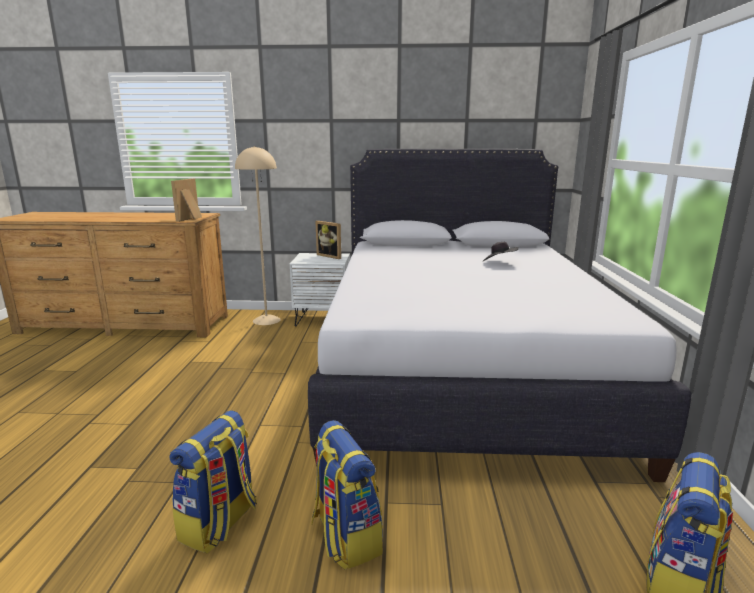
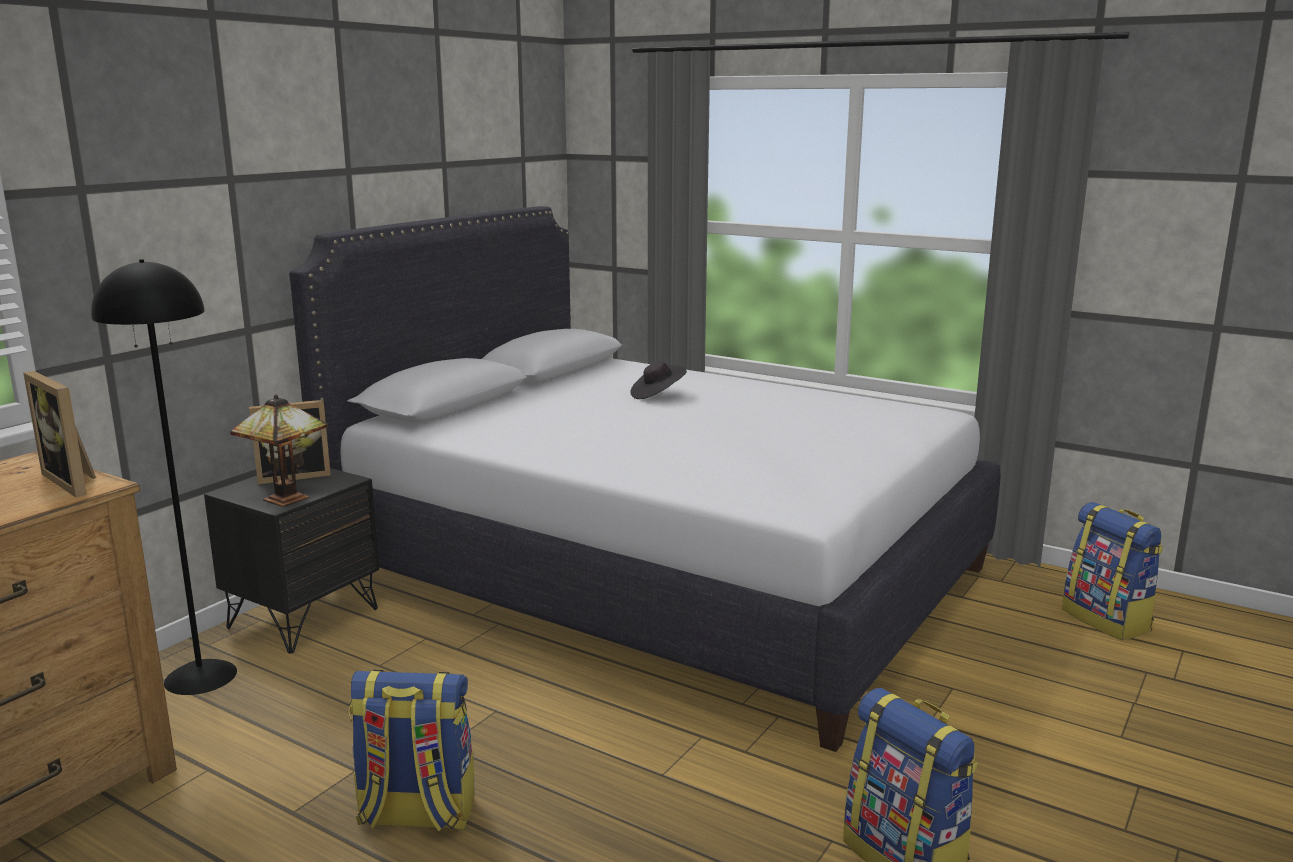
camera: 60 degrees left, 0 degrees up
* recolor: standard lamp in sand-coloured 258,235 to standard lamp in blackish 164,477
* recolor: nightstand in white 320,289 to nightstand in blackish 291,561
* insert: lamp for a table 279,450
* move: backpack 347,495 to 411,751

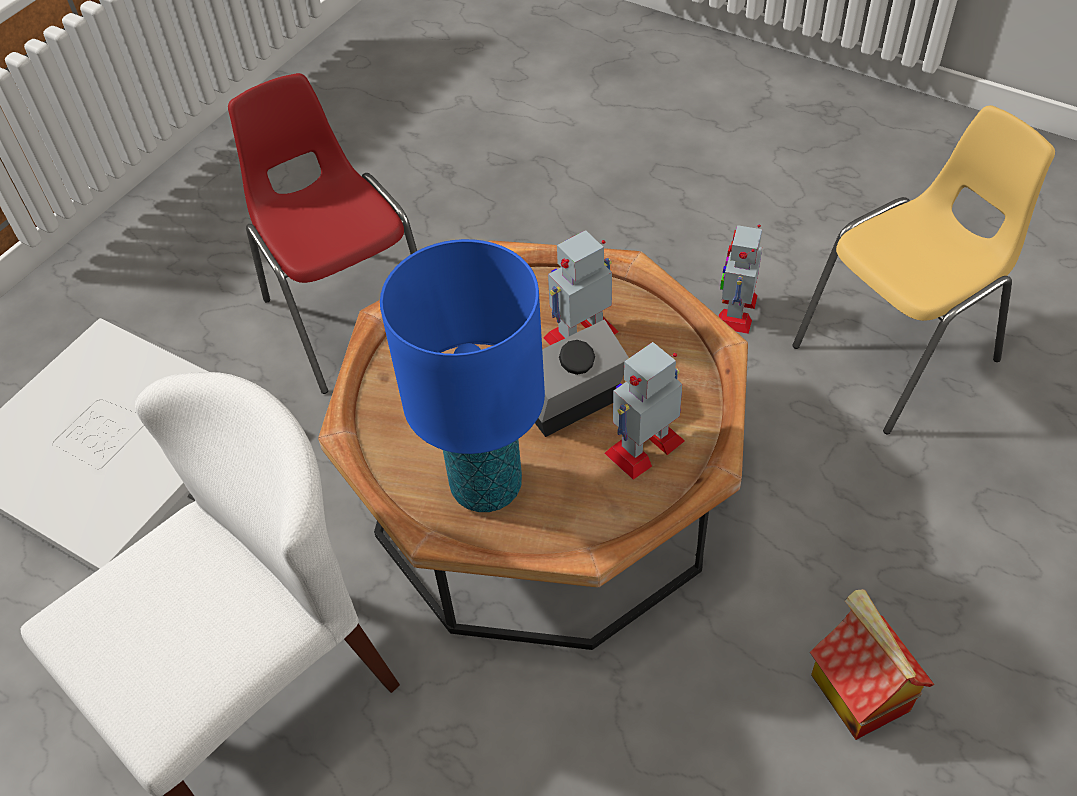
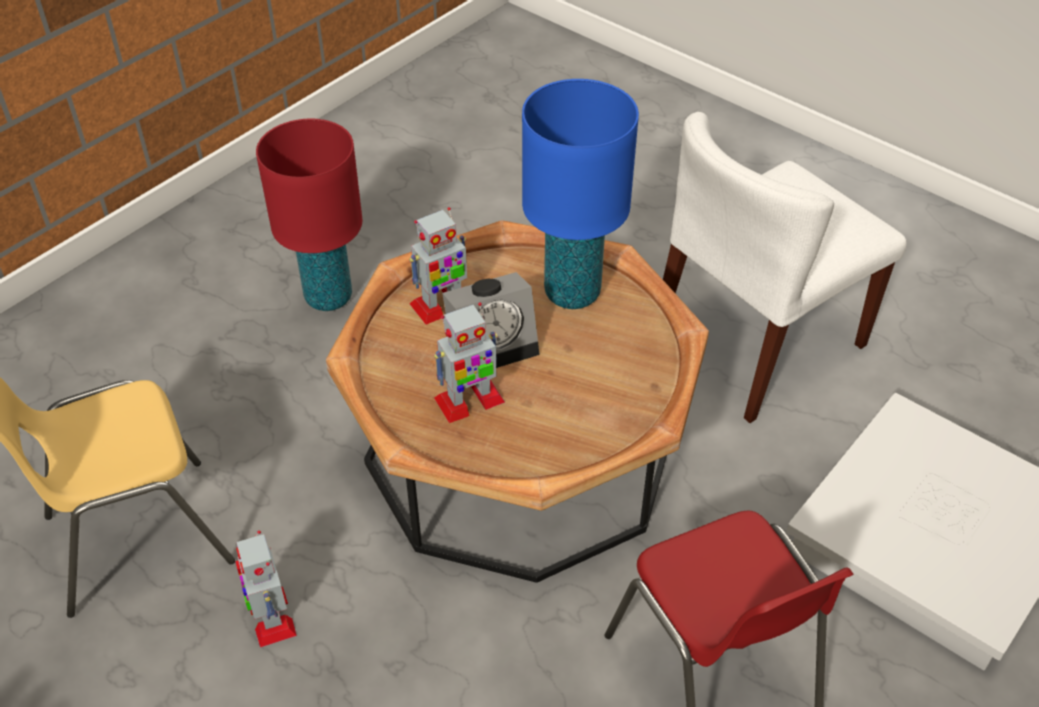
camera: 175 degrees left, 5 degrees down
* rotate: robot figure 740,279 = 266,588 135 degrees clockwise
* replace: miniature house 872,664 to lamp for a table in red 309,215

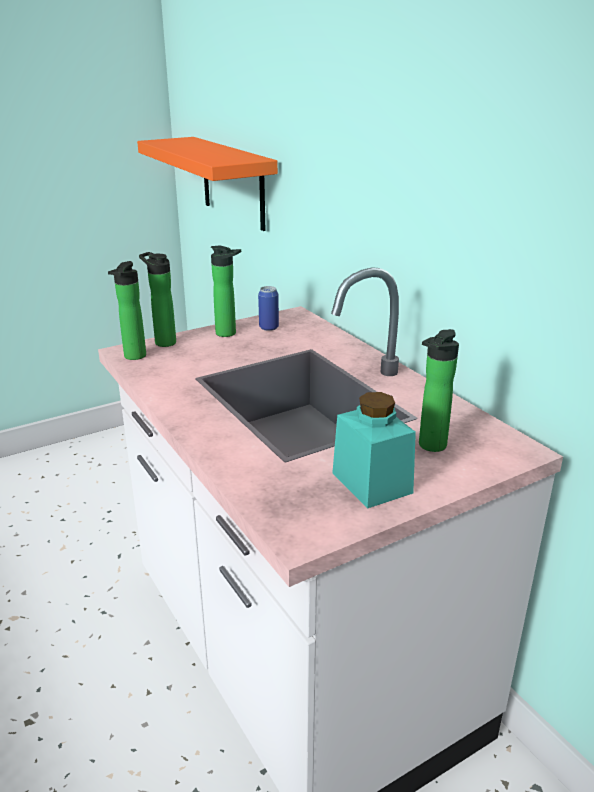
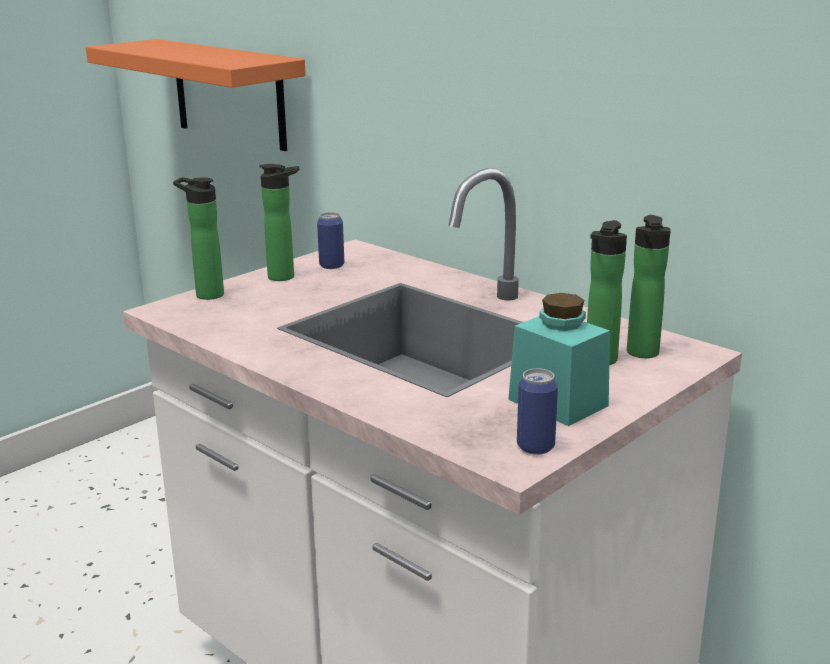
camera: 15 degrees left, 5 degrees down
* insert: can 537,411
* move: drink bottle 127,310 to 649,286

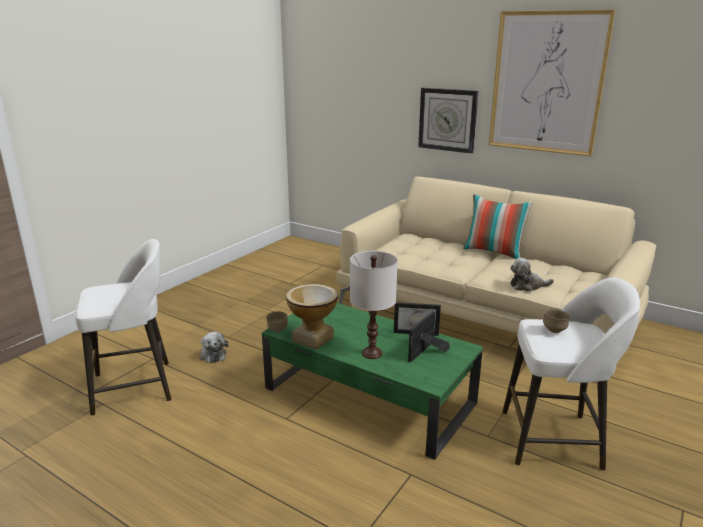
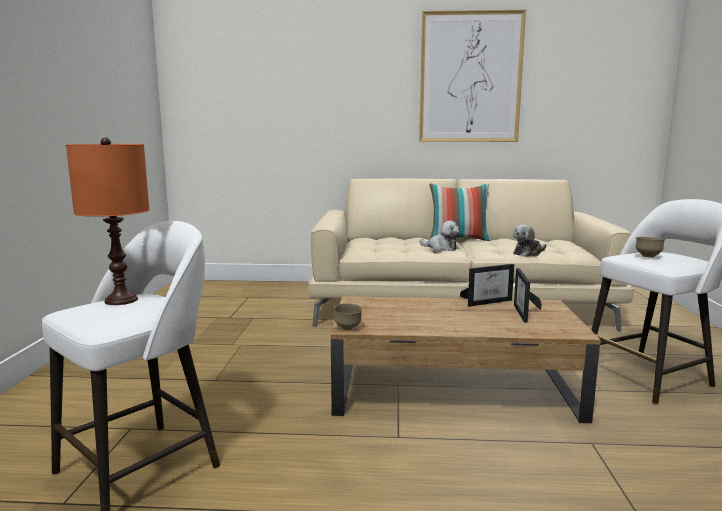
camera: 30 degrees left, 10 degrees down
* insert: lamp for a table in orange 108,221
* recolor: lounge table in green-coloured 372,381 to lounge table in brown 465,359
* move: plush toy 214,347 to 440,236
* delete: flower vase 312,317
* delete: lamp for a table in white 374,305
* delete: clock on the wall 448,121

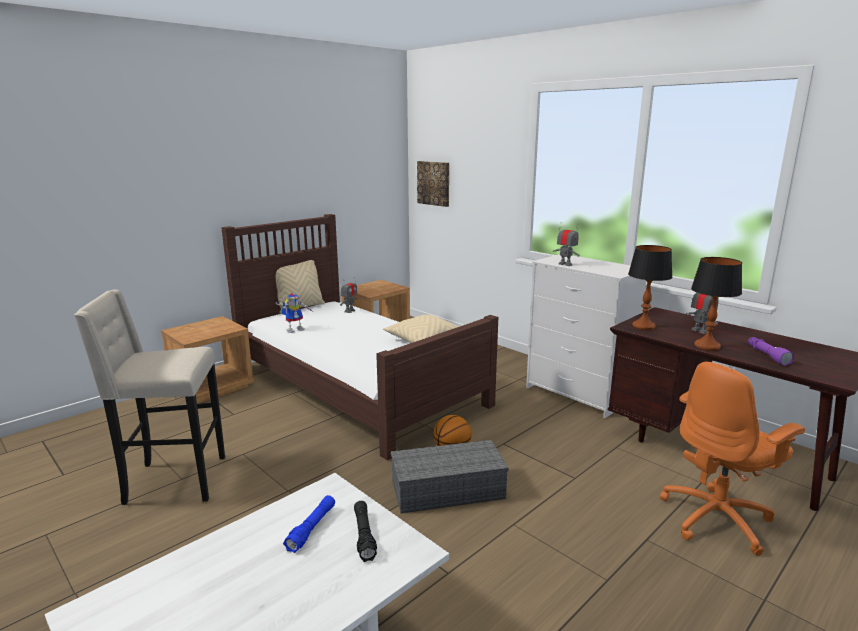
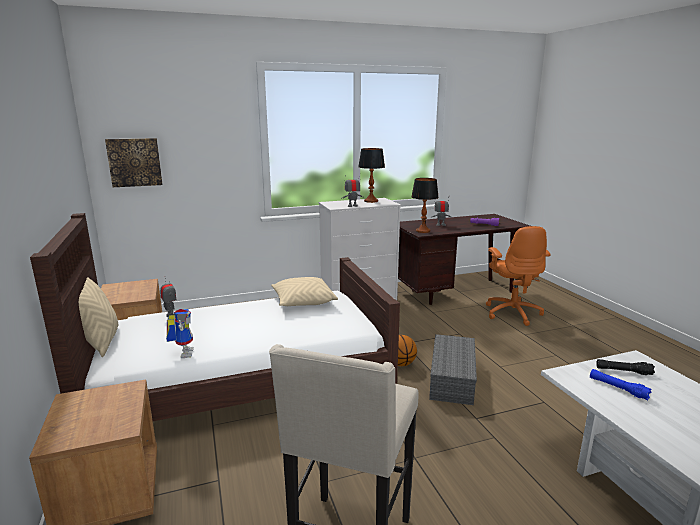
camera: 65 degrees left, 0 degrees up
* move: lamp for a table 716,304 to 372,175

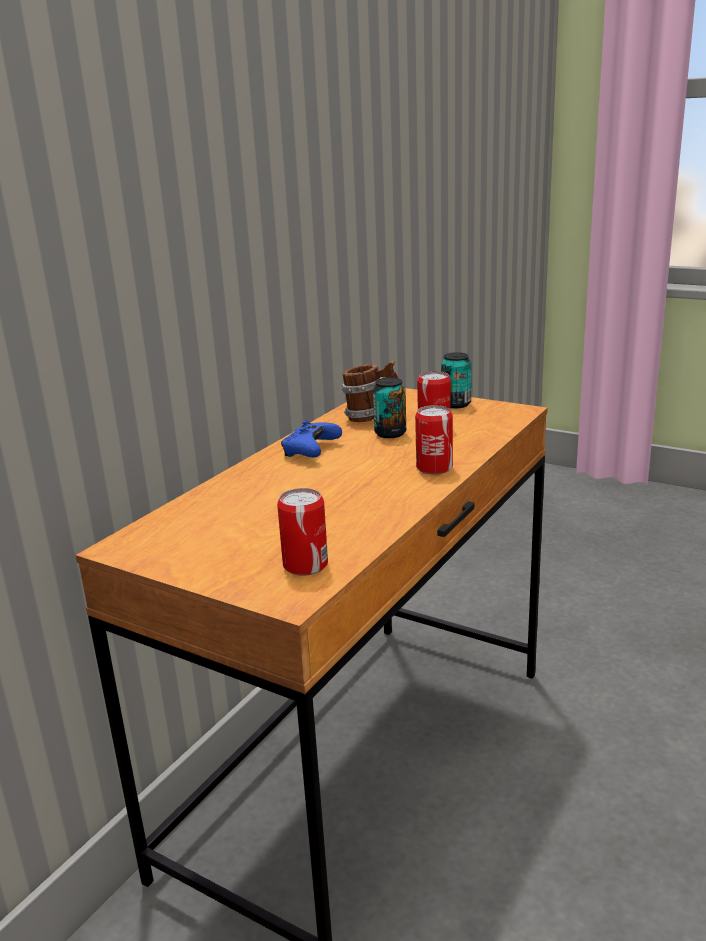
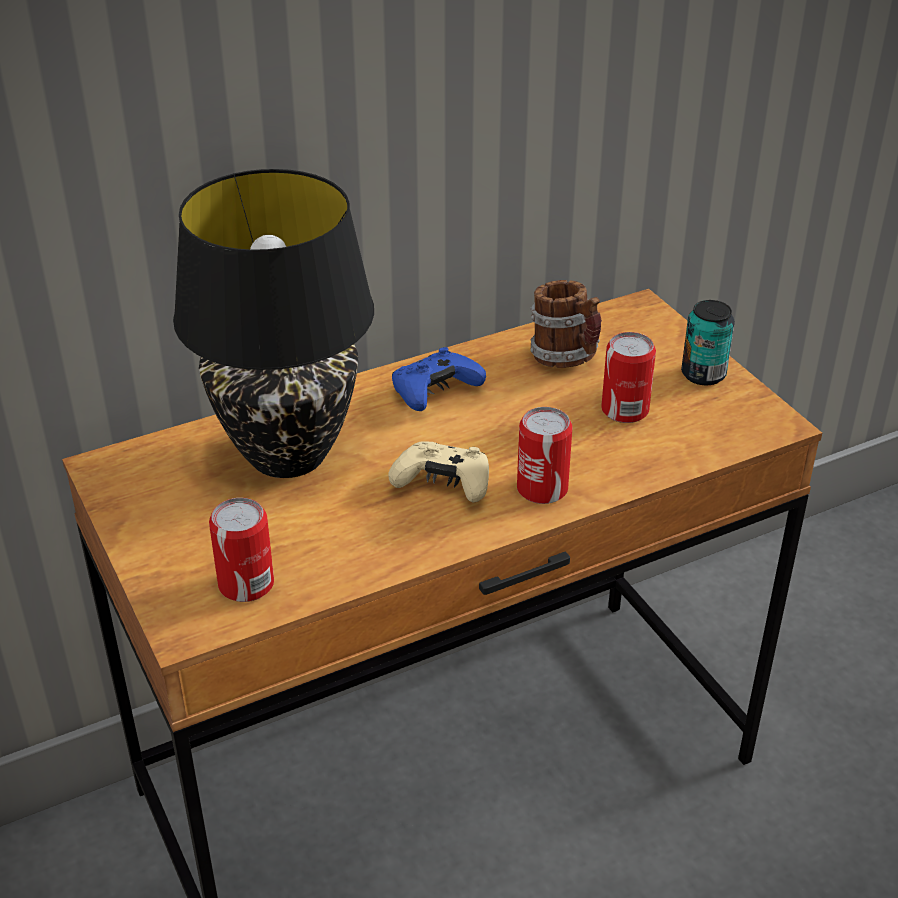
camera: 30 degrees right, 15 degrees up
* insert: lamp for a table in blackish 273,323
* insert: gamepad in sand-coloured 438,472
* delete: can 389,407

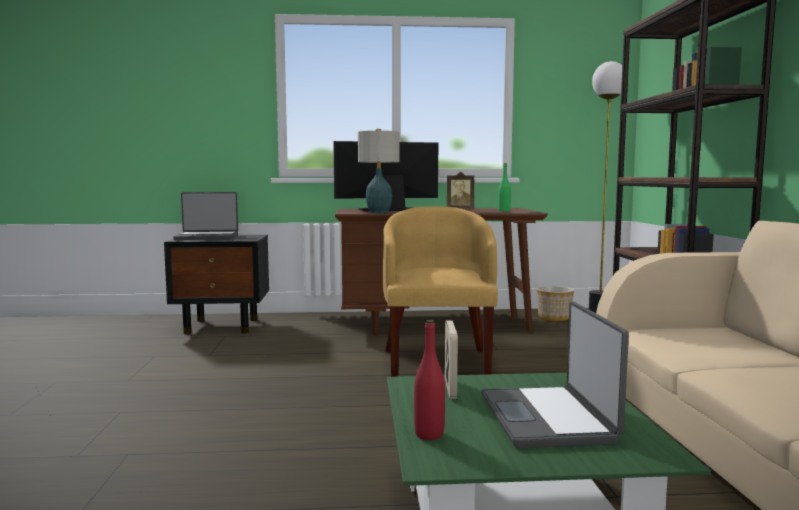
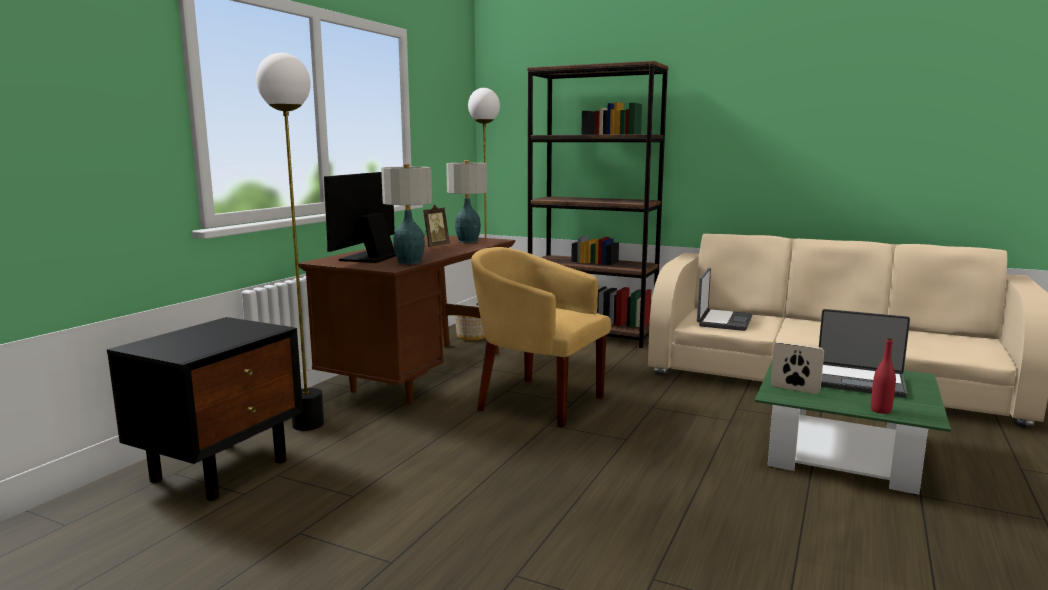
camera: 60 degrees left, 5 degrees up
* insert: standard lamp 290,242
* replace: drink bottle in green-coloured 504,187 to lamp for a table 466,201
* move: portable computer 205,216 to 725,299

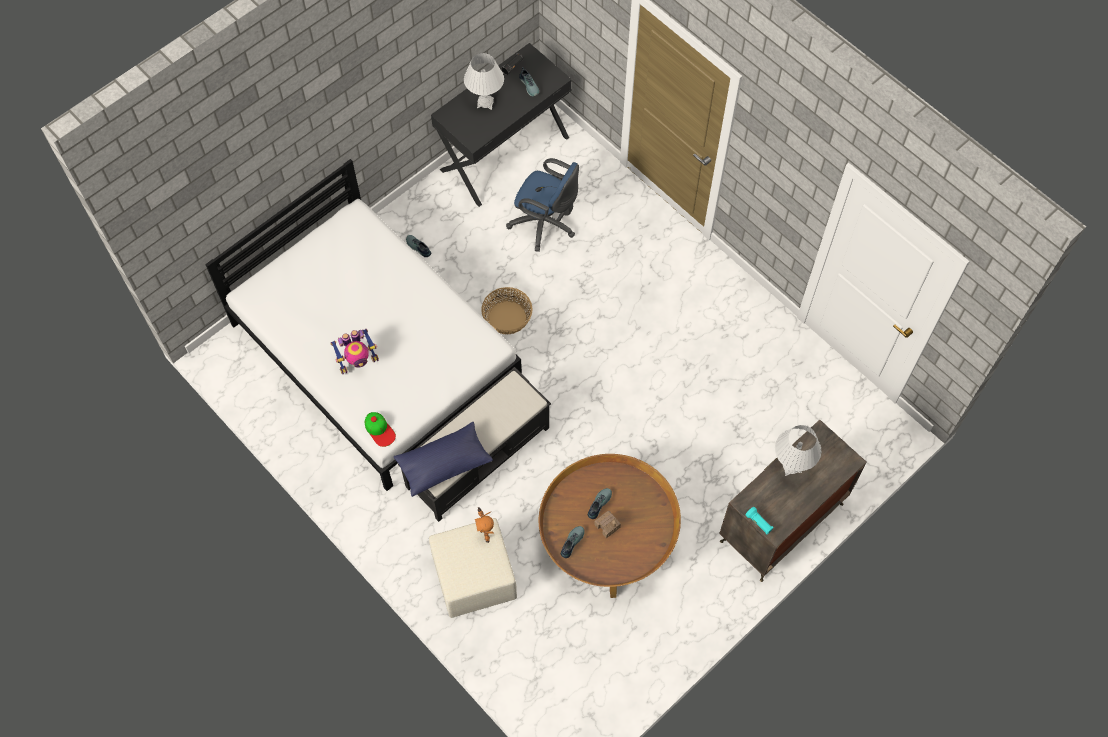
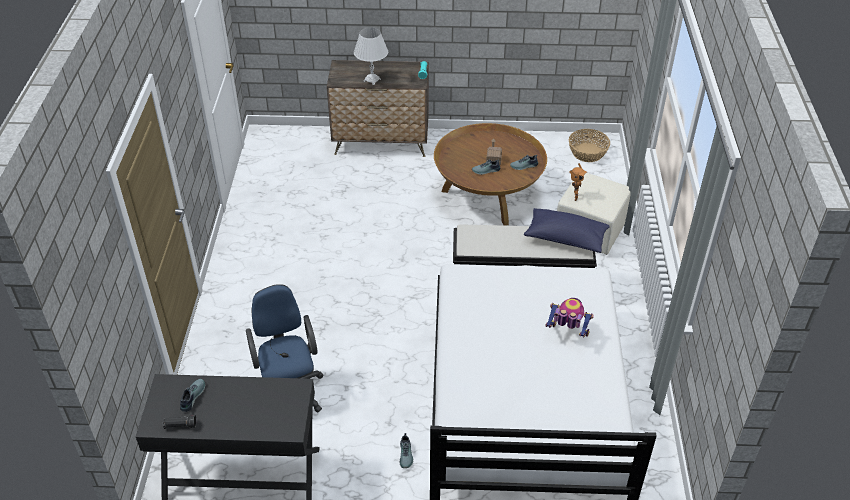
camera: 135 degrees left, 20 degrees down
* move: household basket 506,310 to 589,145
* delete: peaked cap 380,429
* delete: lamp for a table in white 484,81

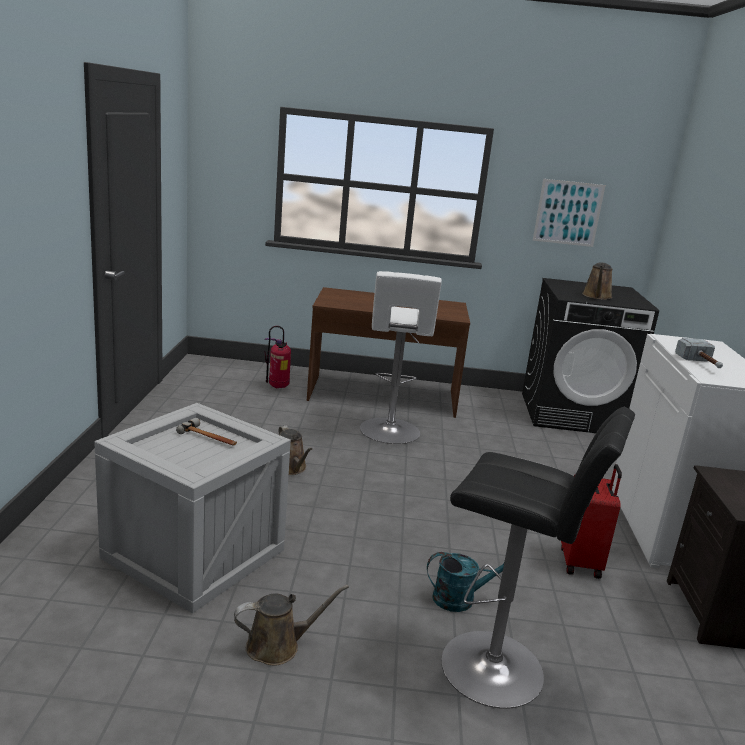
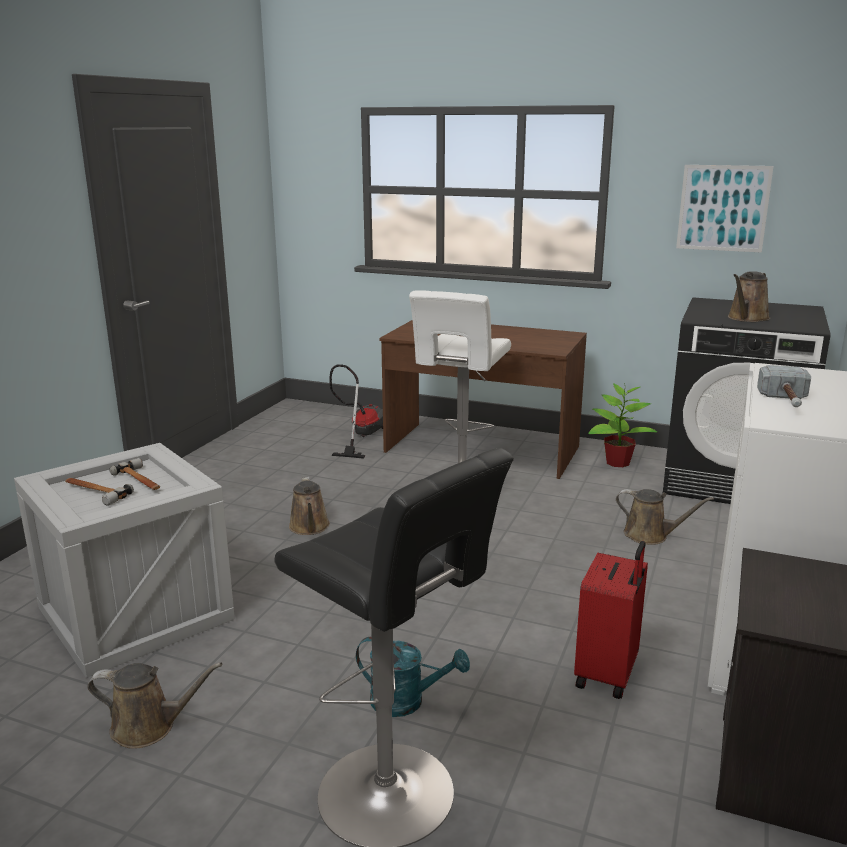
camera: 20 degrees right, 0 degrees up
* insert: hand hammer 99,492
* replace: fire-fighting cylinder 277,357 to vacuum cleaner 356,411
* insert: plant in a pot 622,425
* insert: watering pot in brown 665,517

